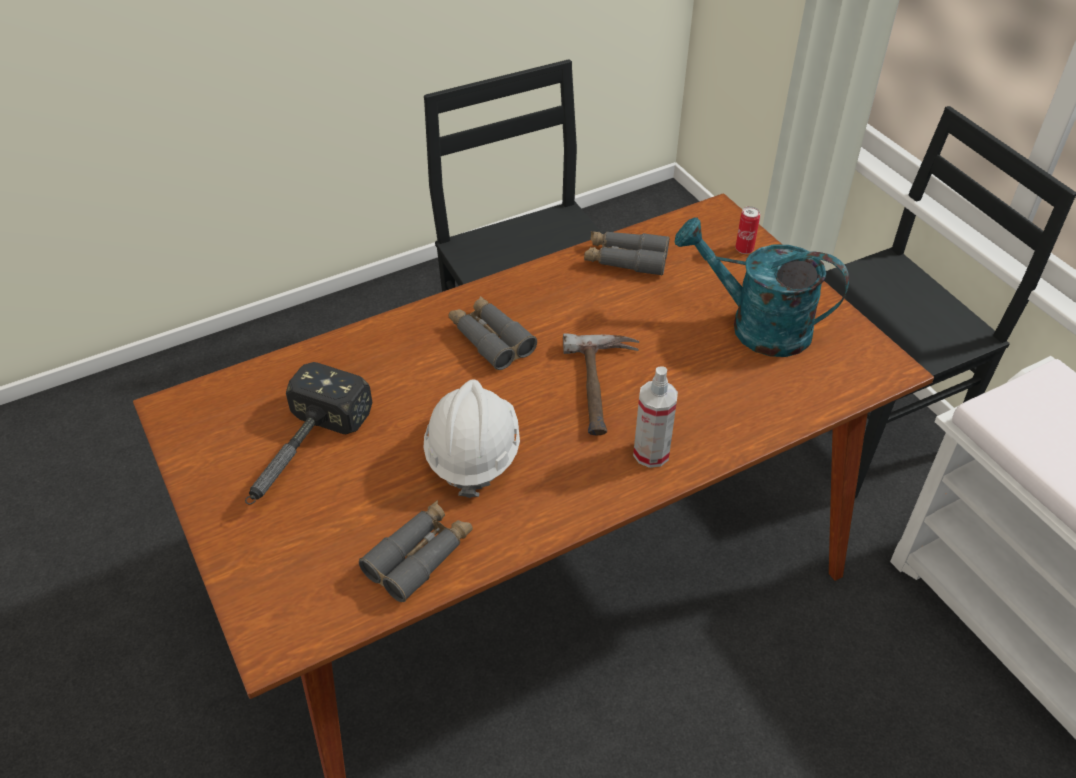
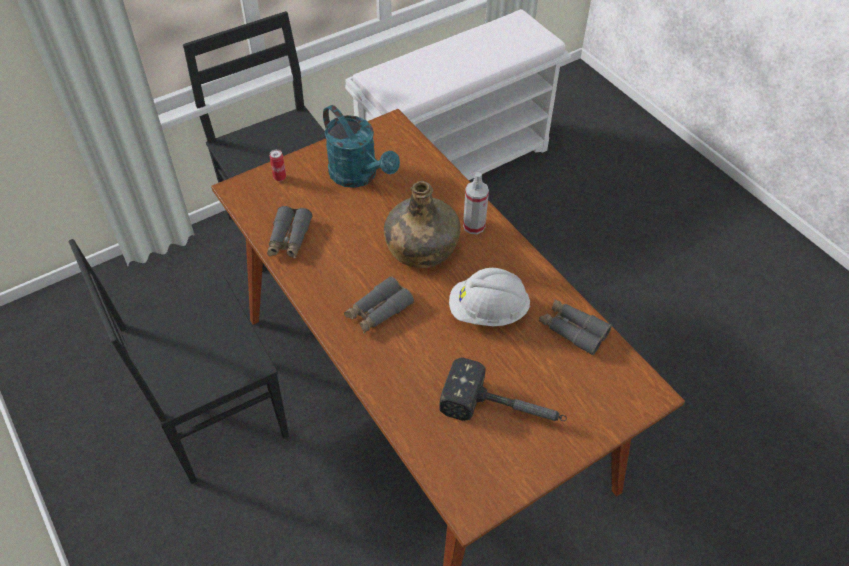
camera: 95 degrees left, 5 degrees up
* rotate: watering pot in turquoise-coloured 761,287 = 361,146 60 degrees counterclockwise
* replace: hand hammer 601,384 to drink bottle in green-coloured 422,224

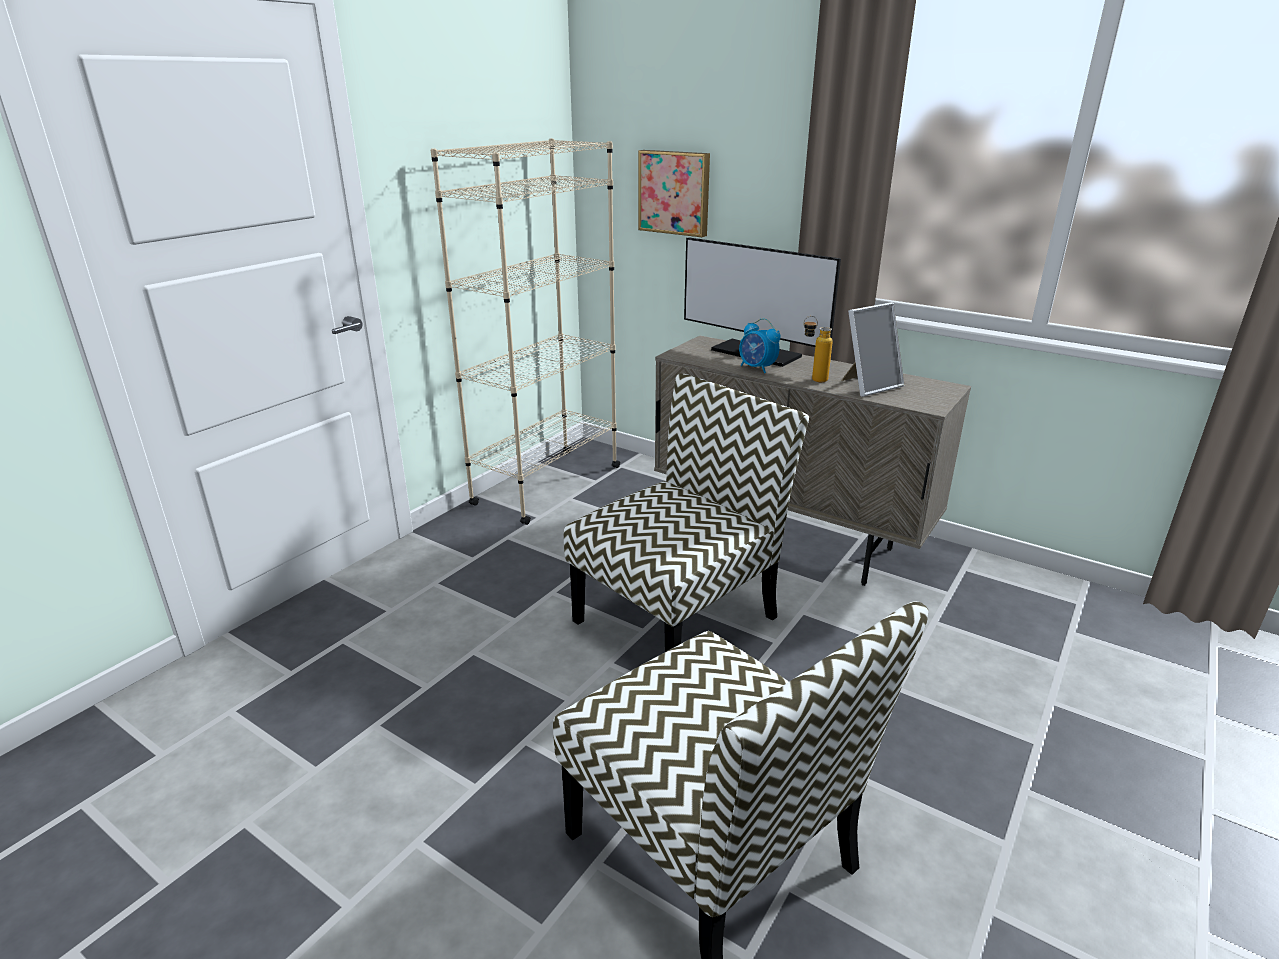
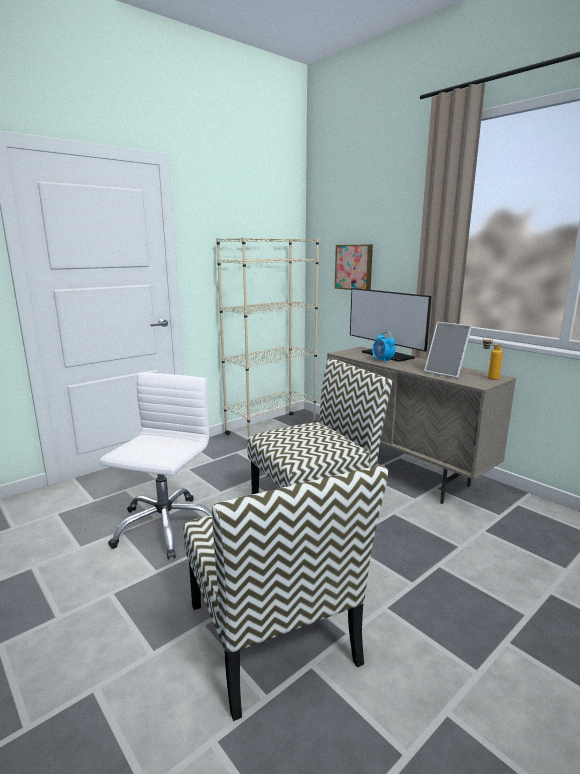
camera: 15 degrees right, 10 degrees down
* insert: computer chair in white 156,465
* rotate: photo frame 872,349 = 448,350 60 degrees clockwise
* move: drink bottle 818,349 to 493,358

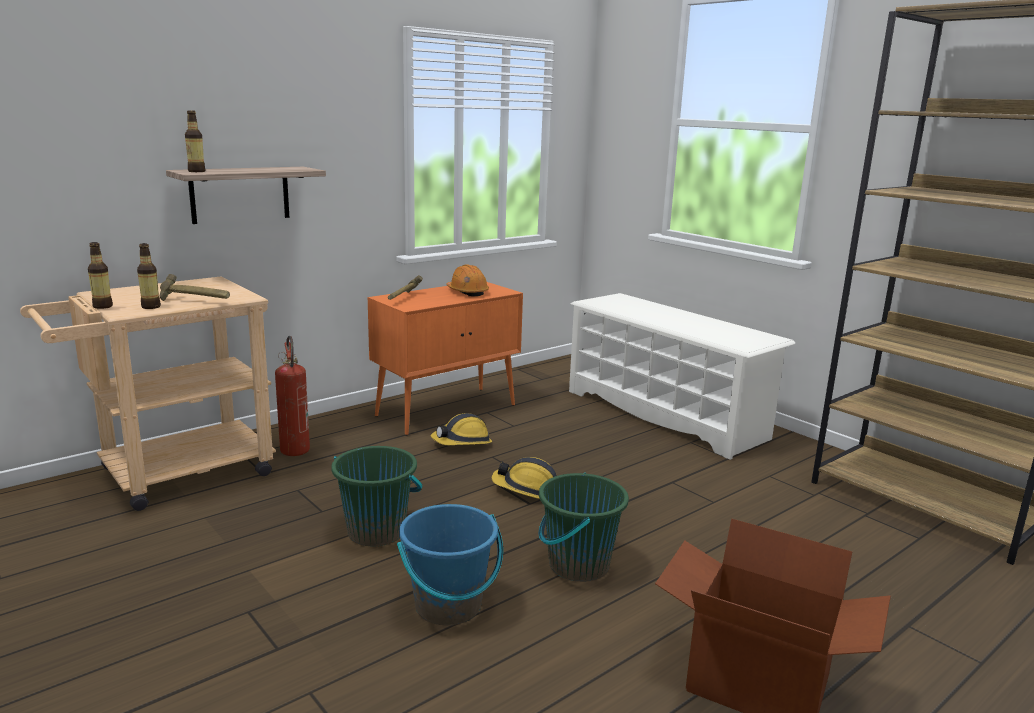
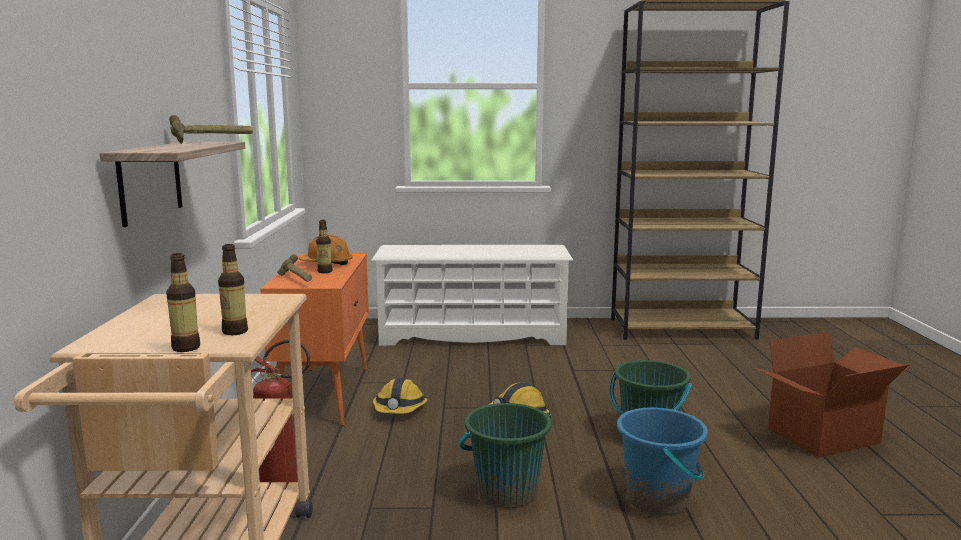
camera: 50 degrees left, 5 degrees down
* move: hand hammer 194,287 to 211,129
* move: drink bottle 195,141 to 324,246

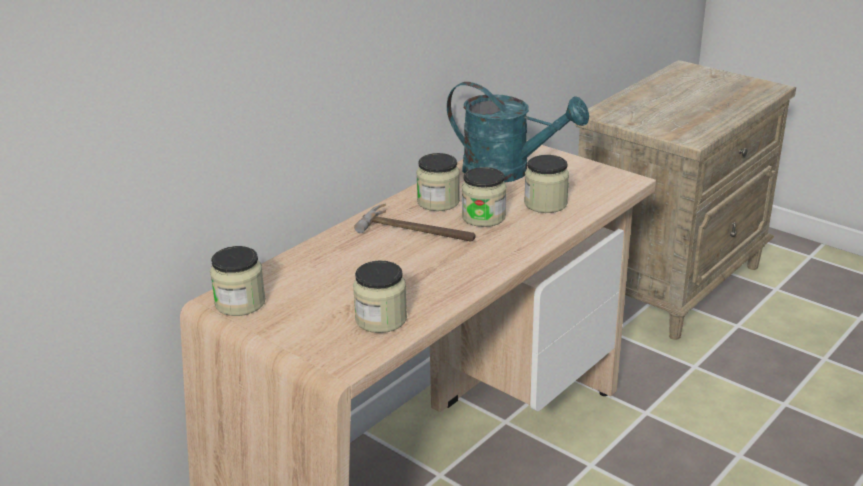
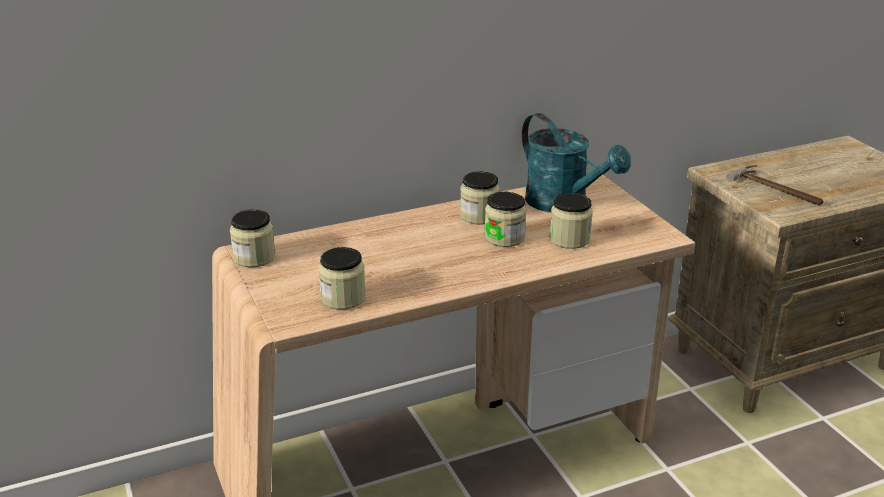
camera: 25 degrees right, 0 degrees up
* move: hand hammer 415,222 to 774,185

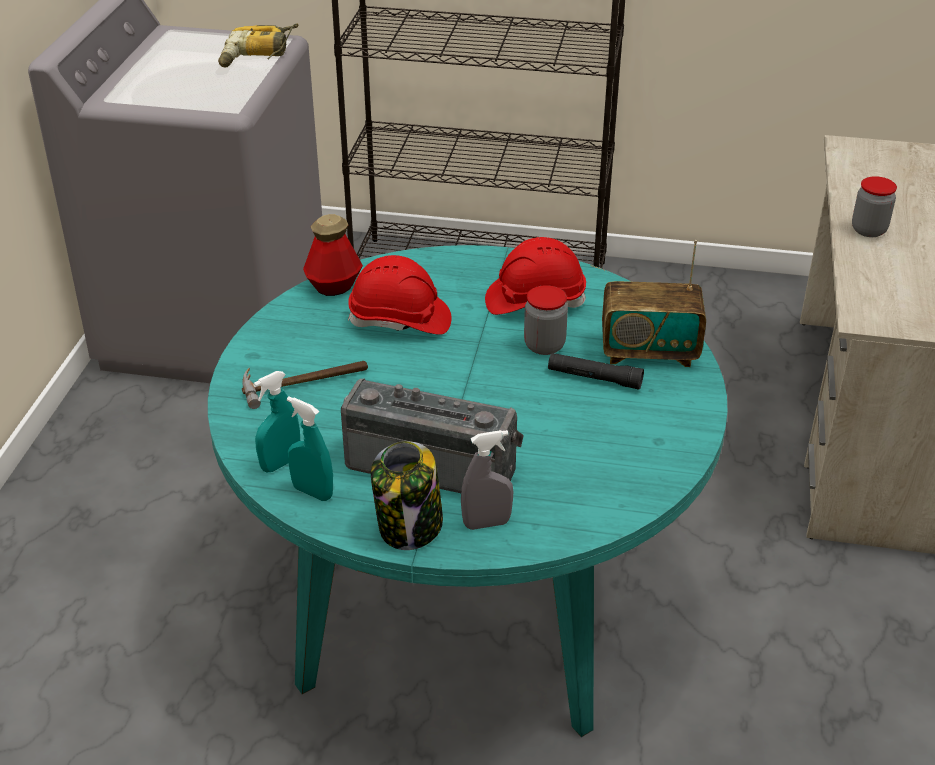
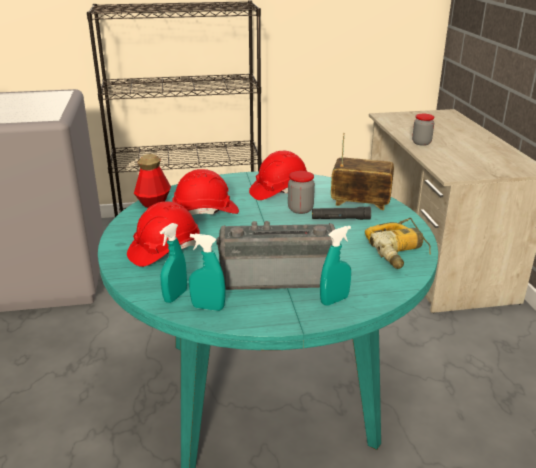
camera: 20 degrees left, 10 degrees down
* replace: hand hammer 305,385 to work helmet in red 163,234
* recolor: hand sprayer in greyish 487,480 to hand sprayer in turquoise-coloured 335,265
* rotate: radio receiver 654,303 = 362,171 150 degrees counterclockwise
* move: power drill 258,46 to 398,243
* delete: storage jar 407,495

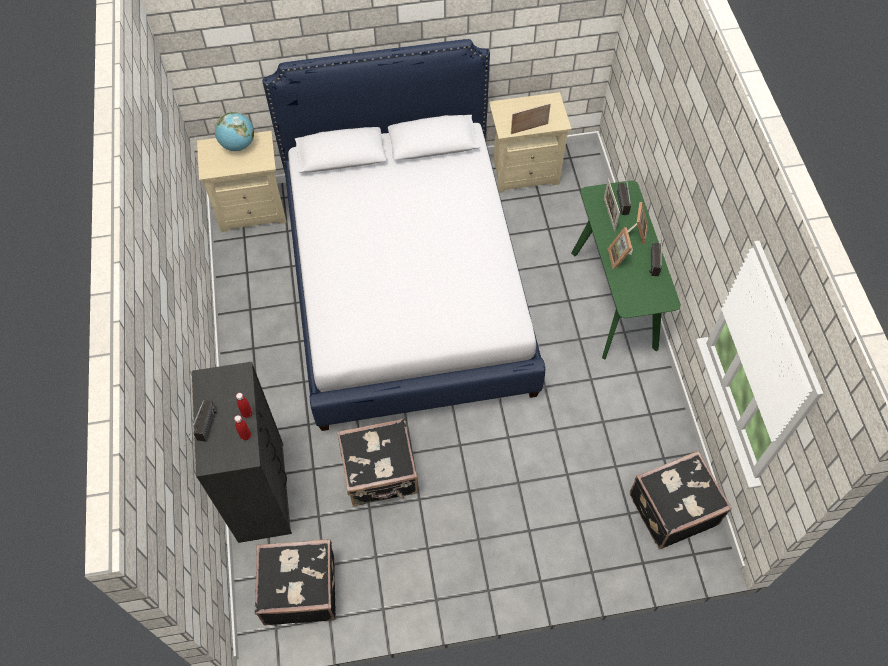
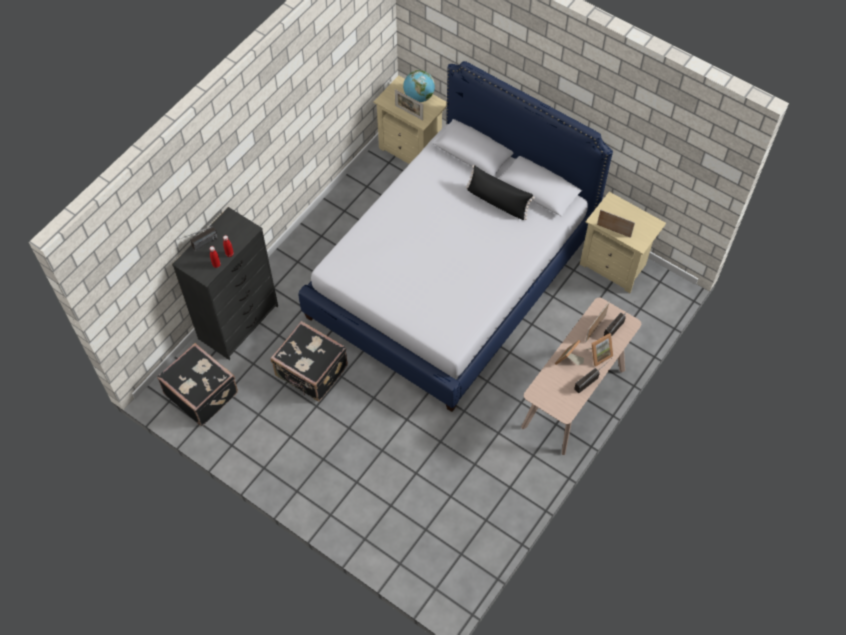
camera: 45 degrees right, 0 degrees up
* insert: photo frame 409,104
* insert: pillow in blackish 500,192
* recolor: narrow table in green-coloured 626,269 to narrow table in sand-coloured 581,376
* delete: travel case in blackish 681,500

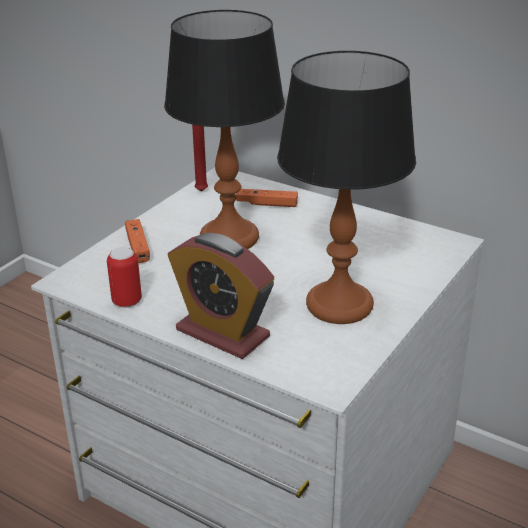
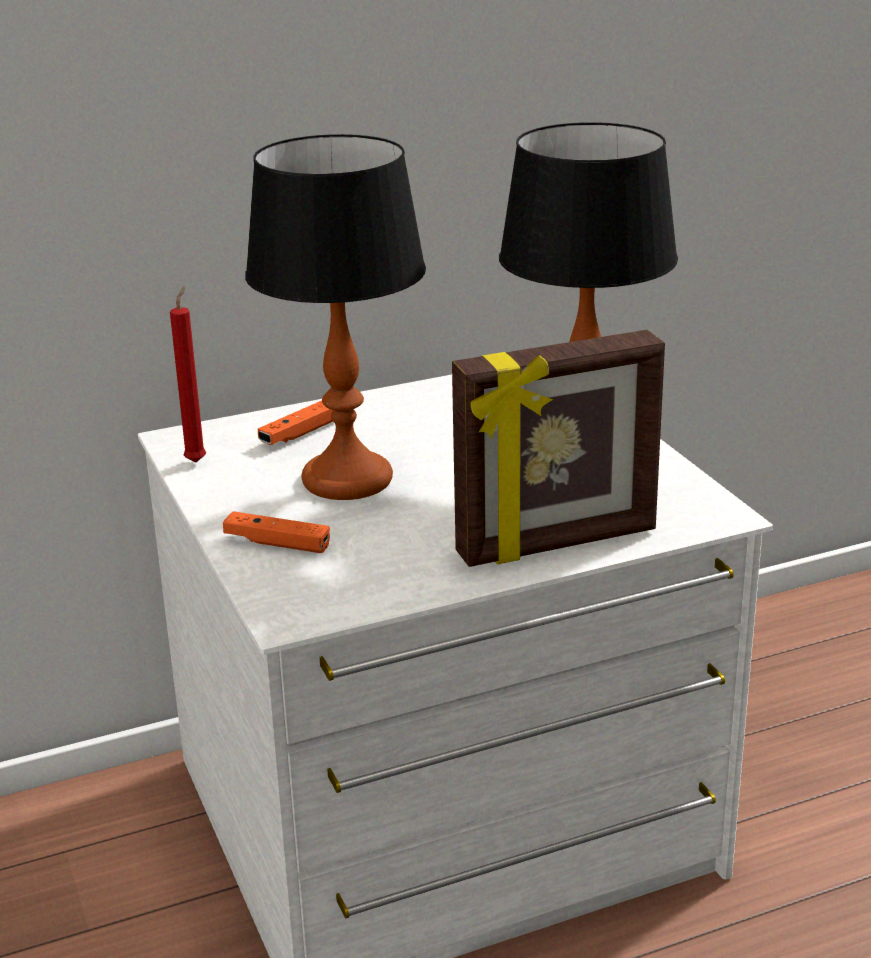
camera: 55 degrees left, 5 degrees down
* replace: bedside clock 221,296 to photo frame 558,448
* delete: can 124,277

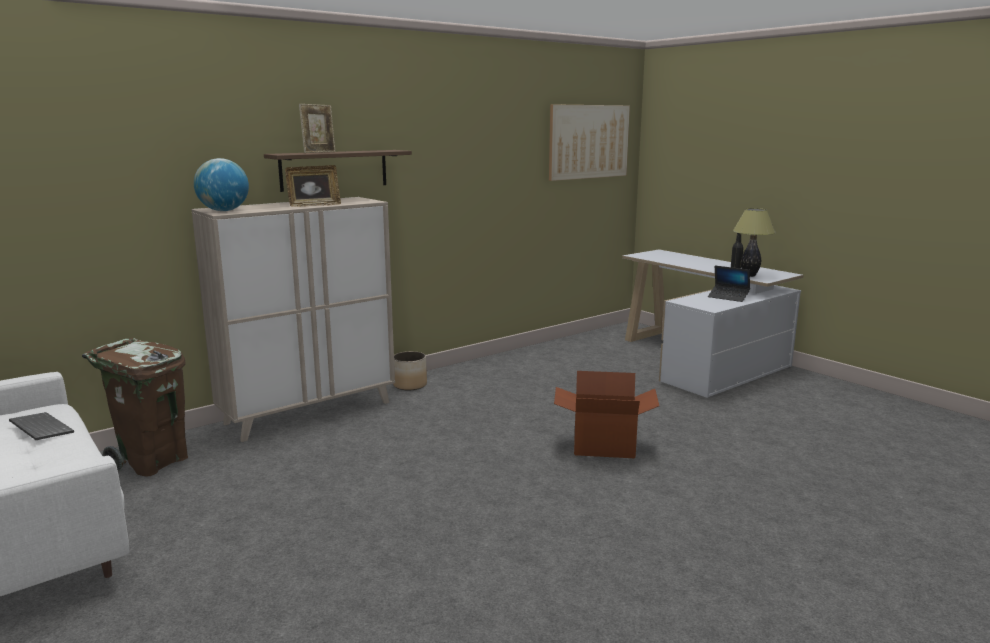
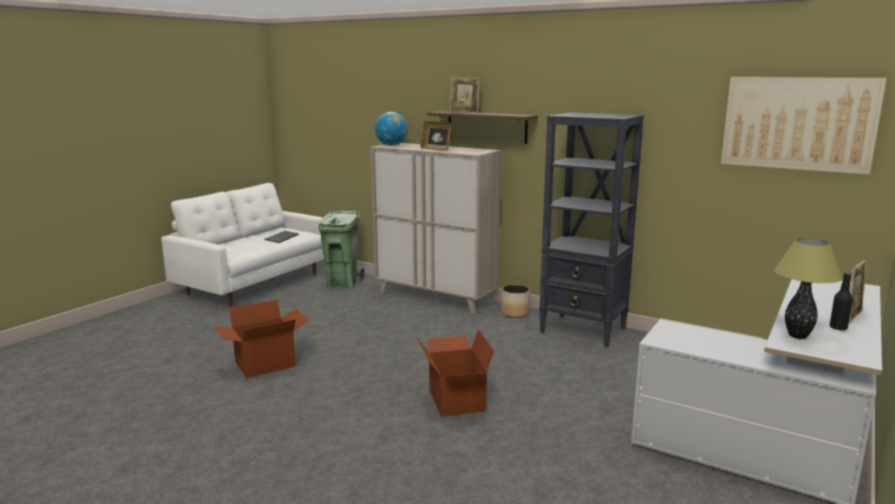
camera: 70 degrees right, 0 degrees up
* insert: carton 261,339
* recolor: waste bin in brown 135,407 to waste bin in green-coloured 342,249
* insert: bookcase in blackish 591,229
* insert: photo frame 857,291
* delete: portable computer 729,284

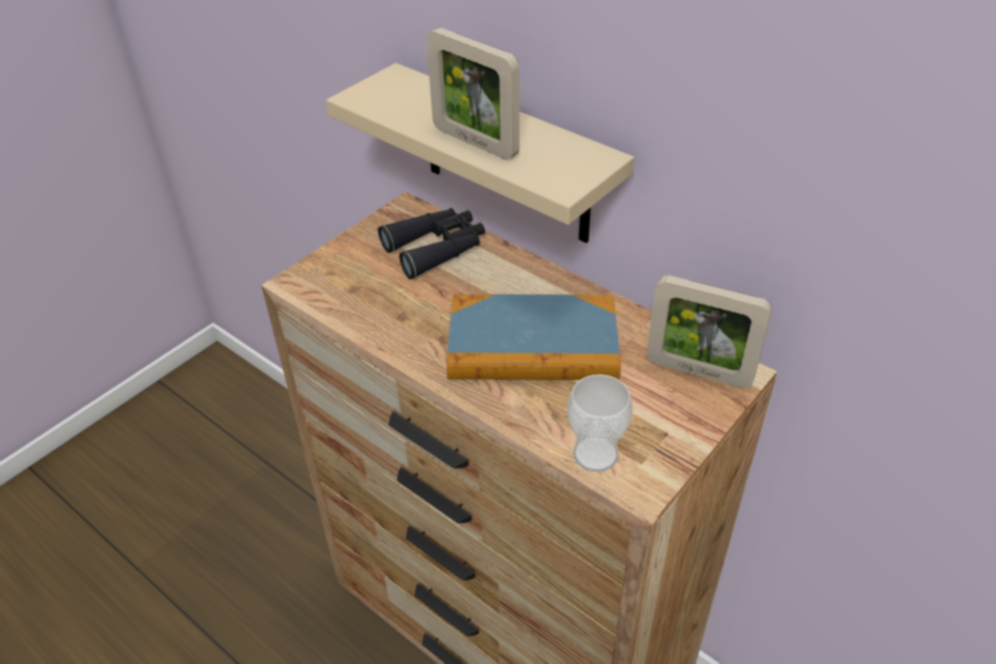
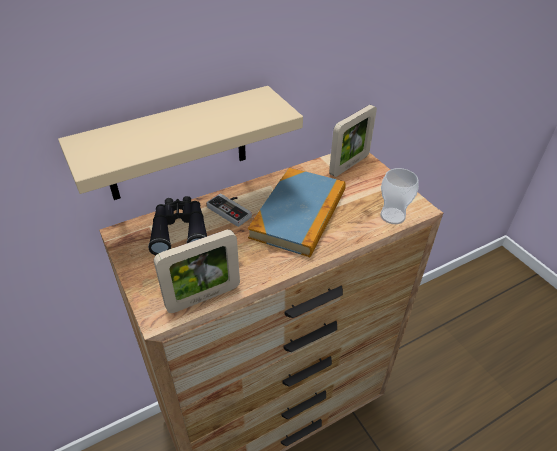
camera: 70 degrees left, 0 degrees up
* move: photo frame 473,94 to 197,271
* insert: gamepad 229,210

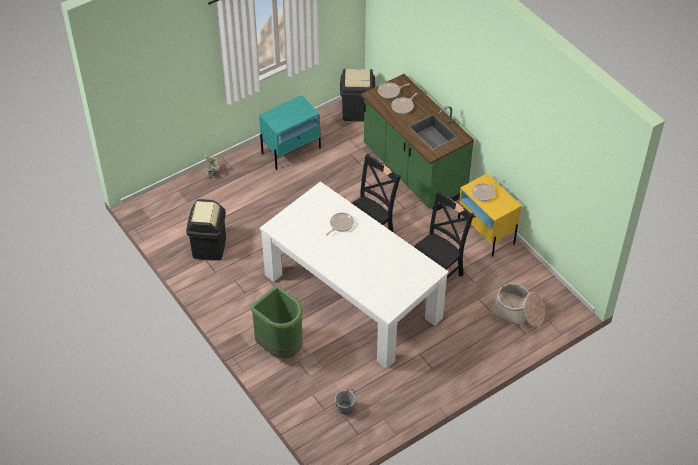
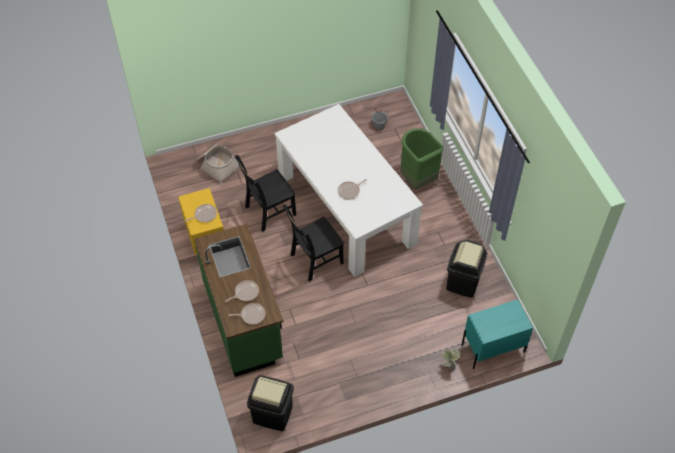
camera: 165 degrees left, 5 degrees up
* move: nightstand in turquoise-coloured 290,132 to 497,334

